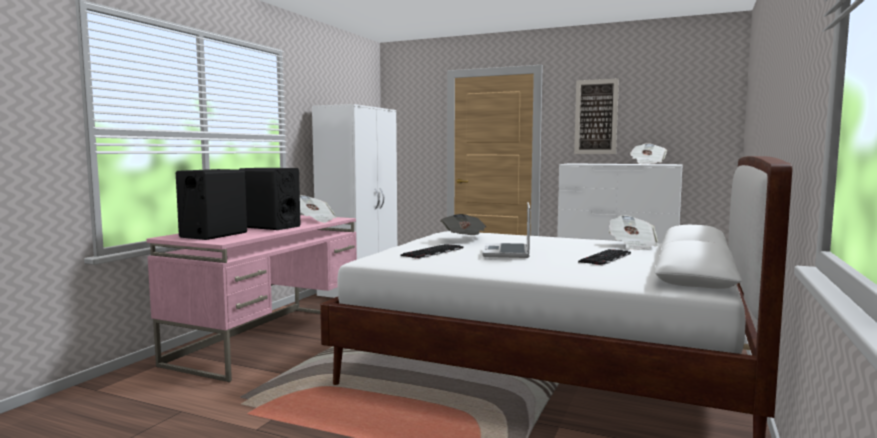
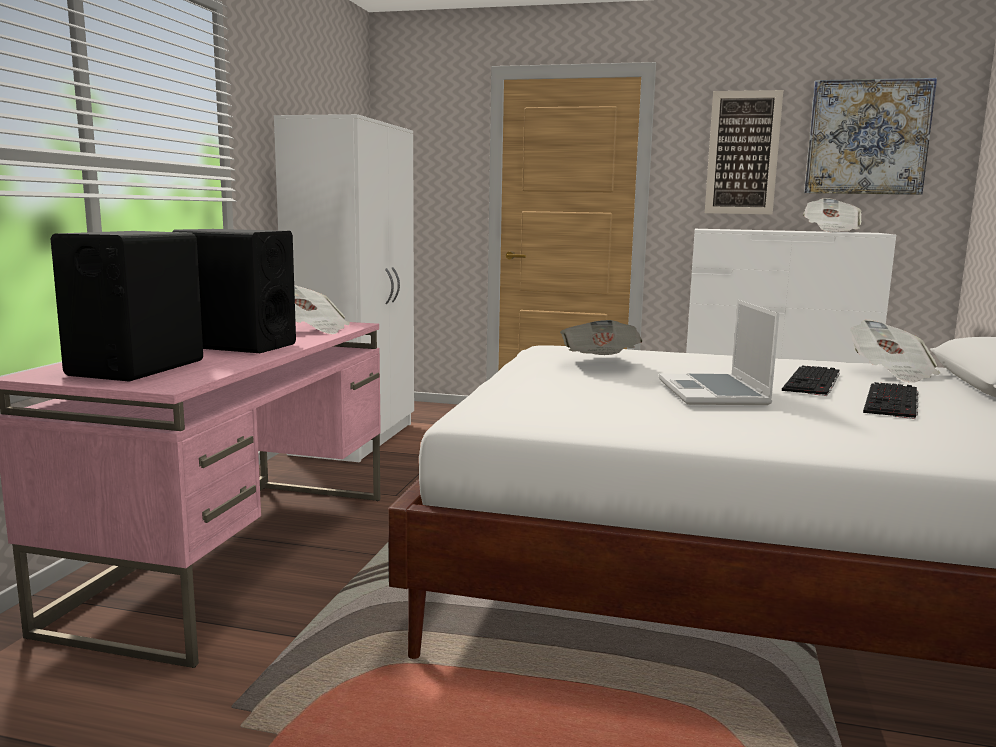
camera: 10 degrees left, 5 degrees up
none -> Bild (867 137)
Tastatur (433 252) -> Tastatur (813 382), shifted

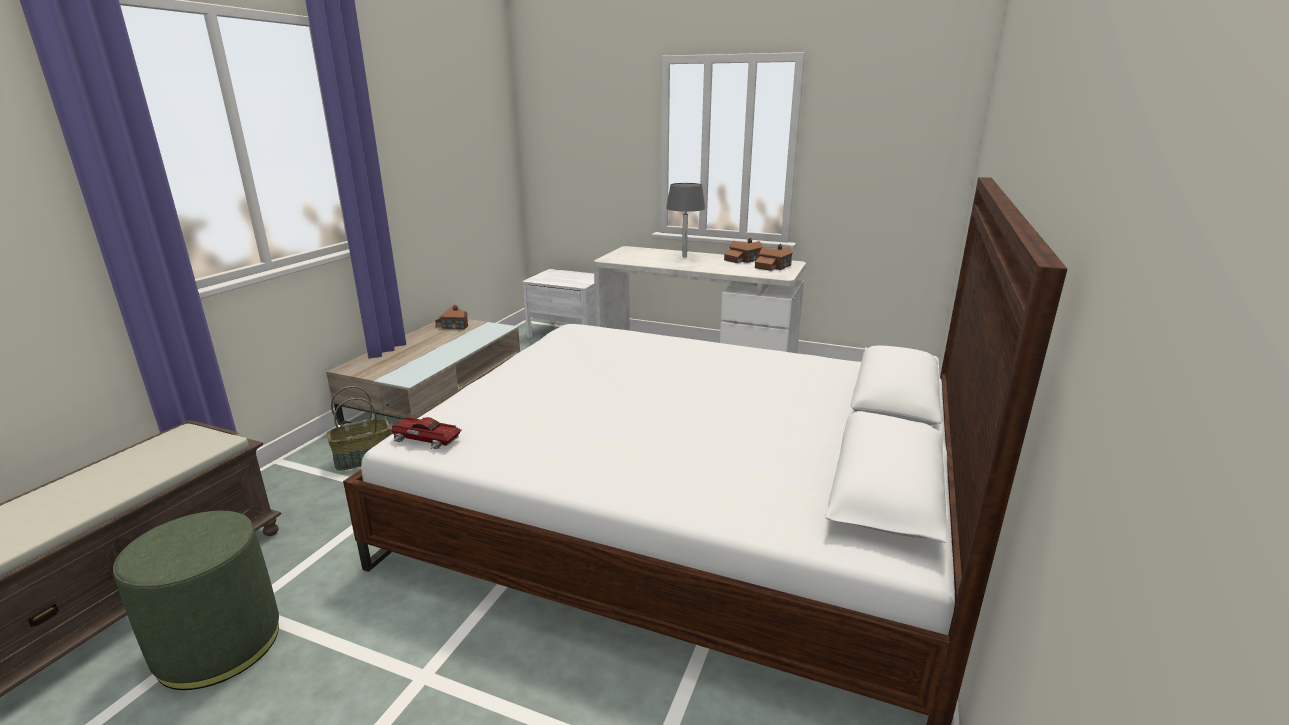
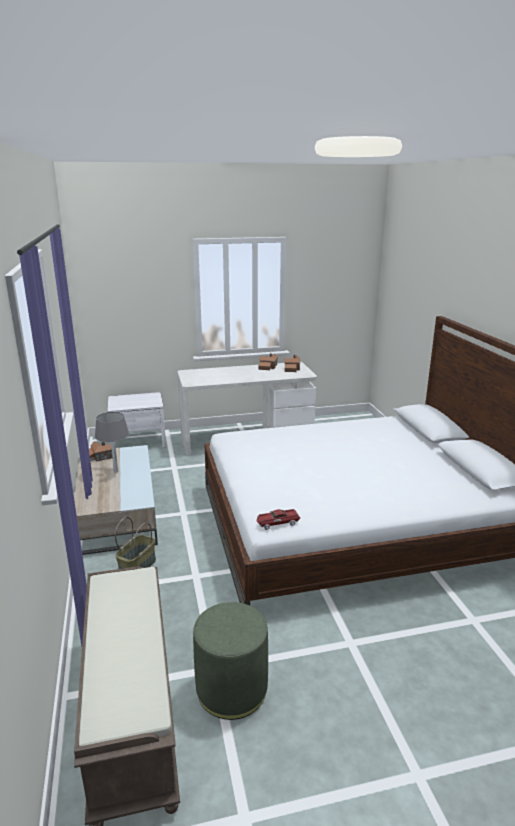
camera: 35 degrees left, 0 degrees up
Tischlampe/grau (684 256) -> Tischlampe/grau (116 471), shifted

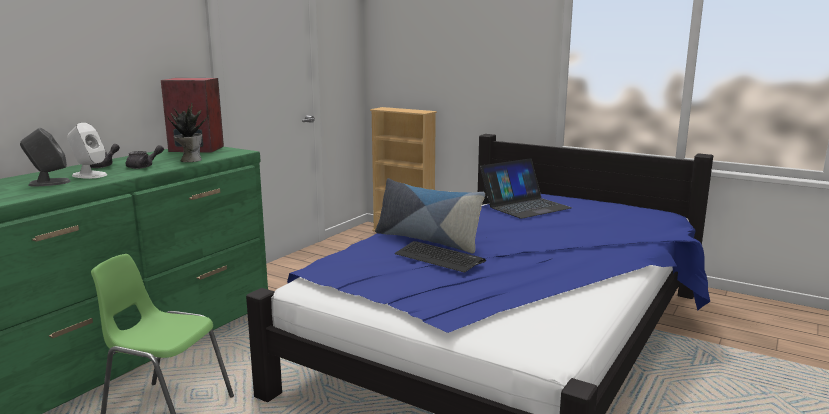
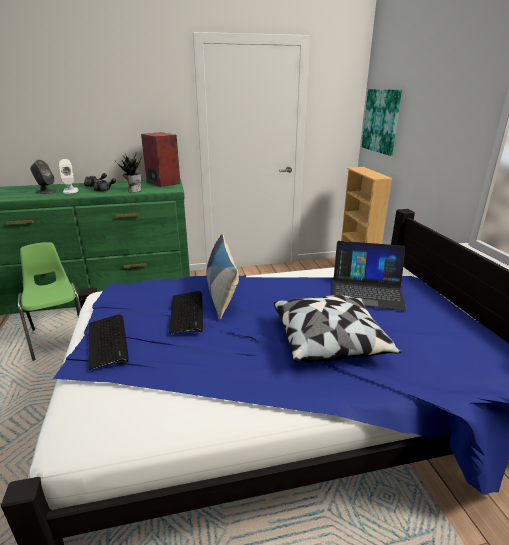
camera: 45 degrees right, 10 degrees up
none -> Tastatur (108 341)
none -> Kissen (330 341)
none -> Bild (381 121)

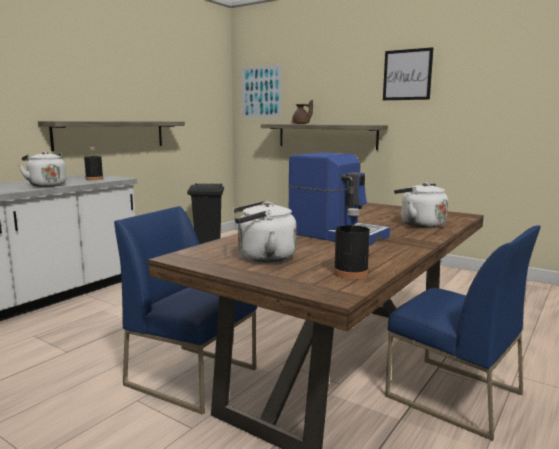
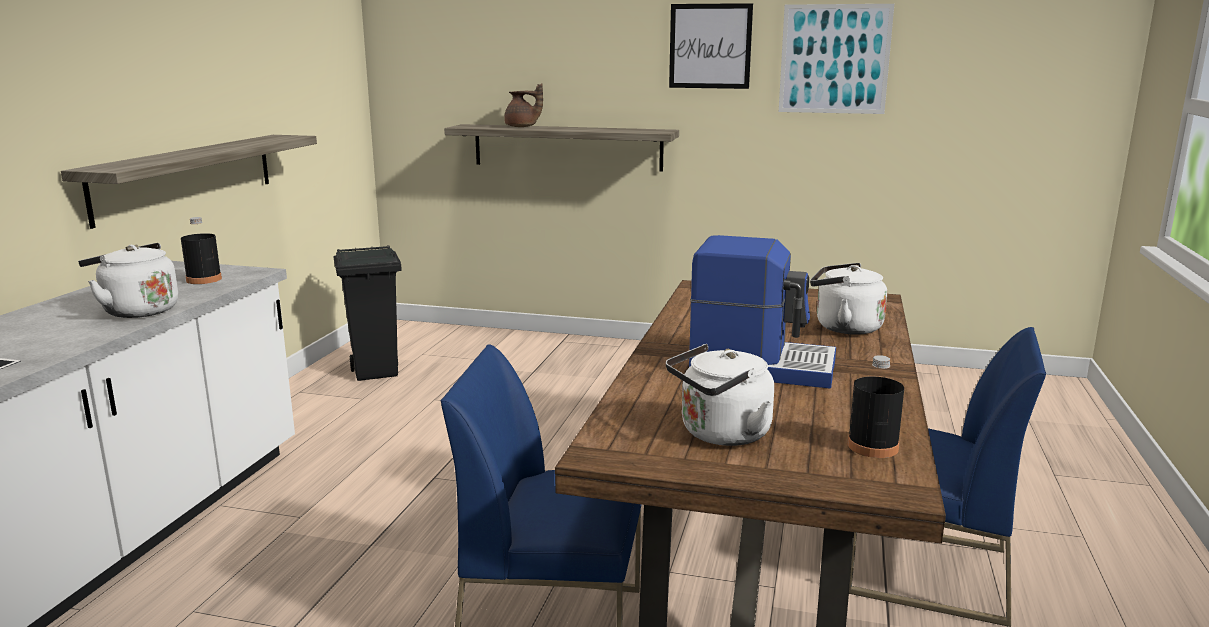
camera: 20 degrees left, 5 degrees up
Bild (261 92) -> Bild (834 59), shifted

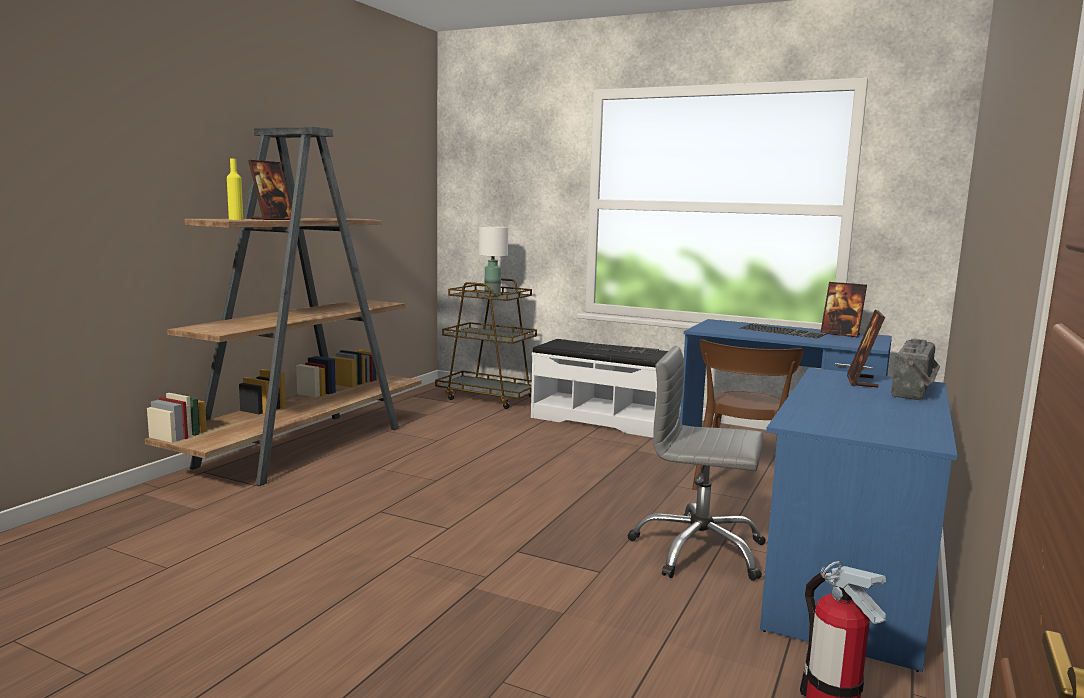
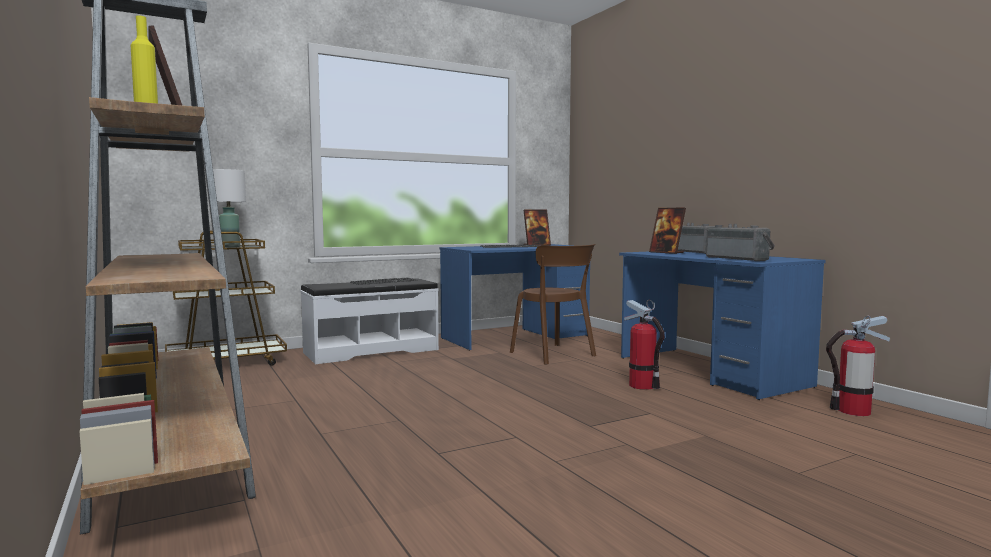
camera: 55 degrees left, 5 degrees down
none -> Radio (739 259)
Bürostuhl/grau (699 551) -> Feuerlöscher (642 386)

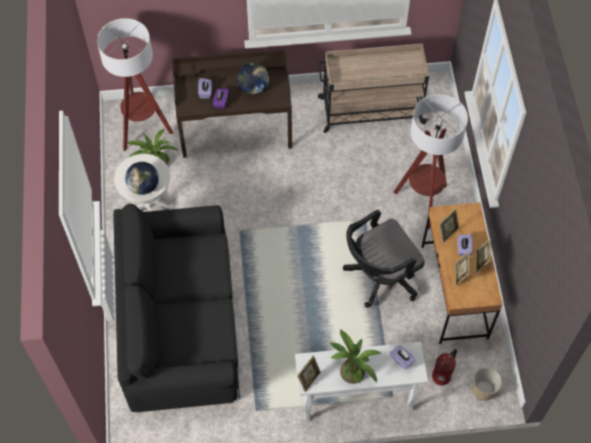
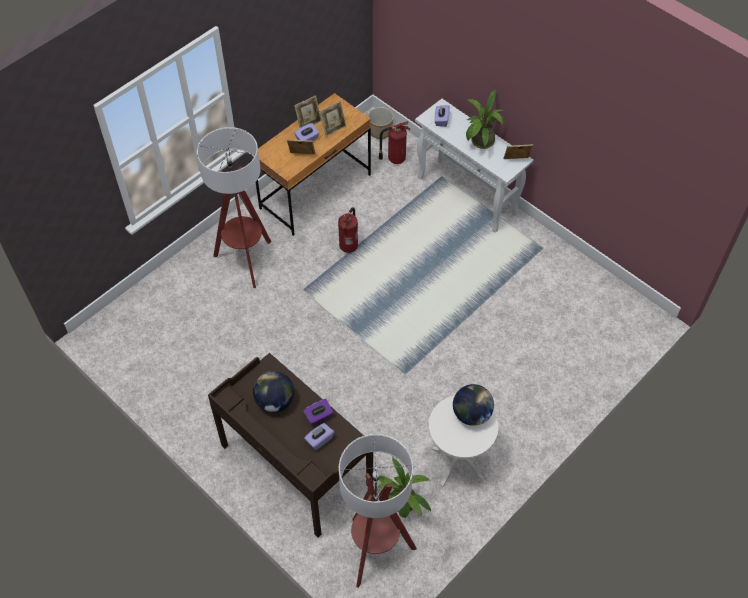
camera: 130 degrees left, 5 degrees down
Sofa/schwarz (181 322) -> none
Rollwagen/beige (370 110) -> none
Bürostuhl/schwarz (379 277) -> Feuerlöscher (349 245)

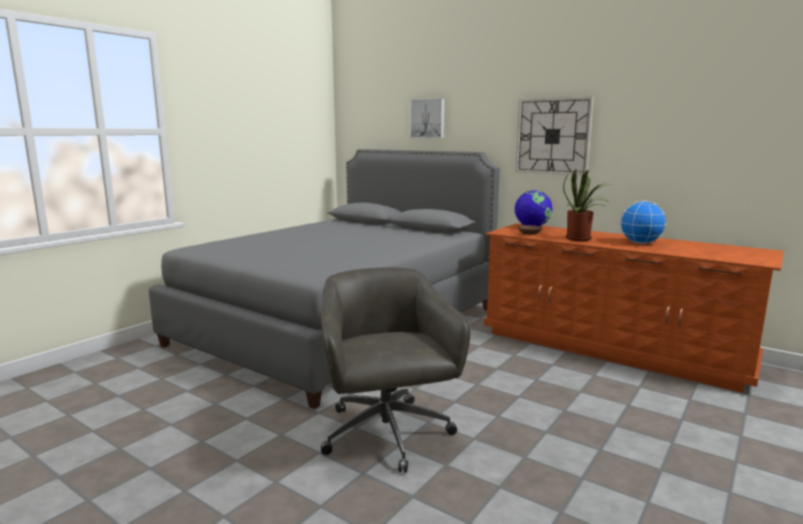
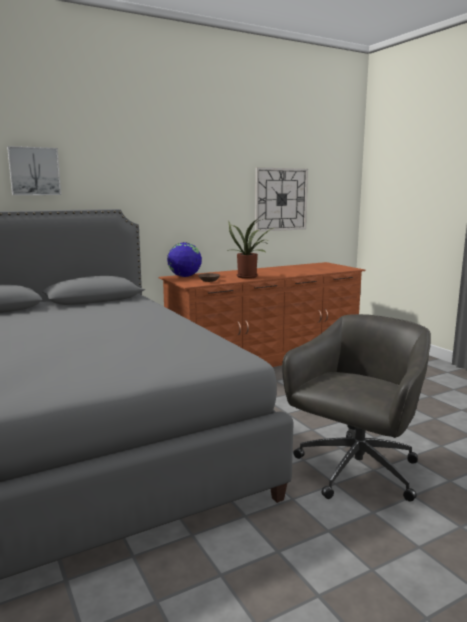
camera: 65 degrees left, 0 degrees up
Globus (640 243) -> none
Wanduhr (553 136) -> Wanduhr (281 199), shifted
Bürostuhl/grau (387 435) -> Bürostuhl/grau (355 471), 120 degrees clockwise

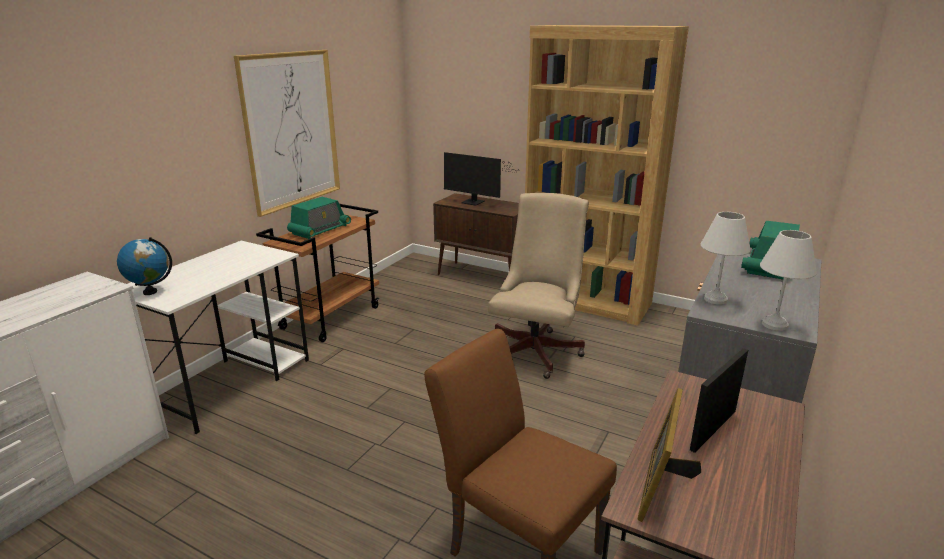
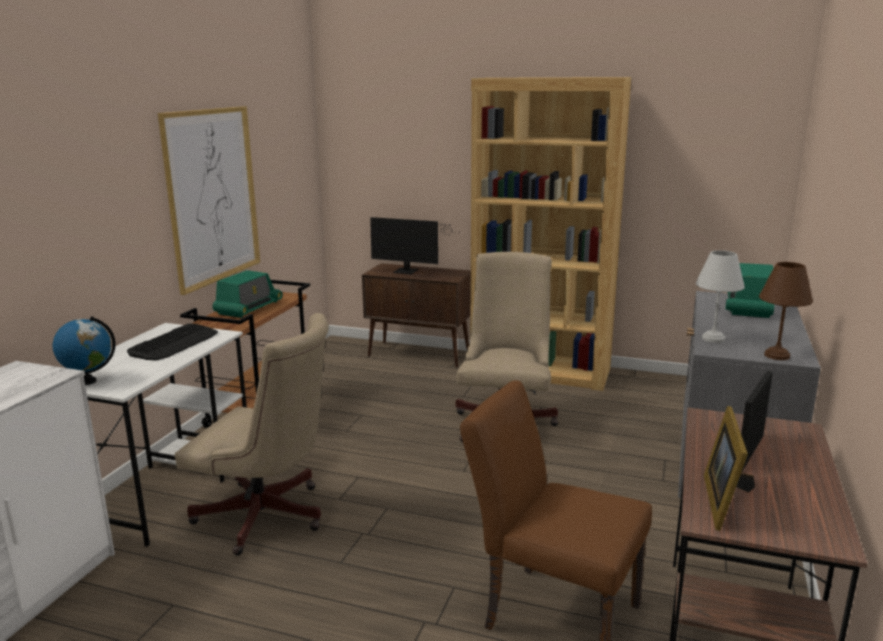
camera: 10 degrees left, 5 degrees down
none -> Tastatur (174 343)
none -> Bürostuhl/beige (268 518)
Tischlampe/weiß (773 324) -> Tischlampe/braun (775 355)

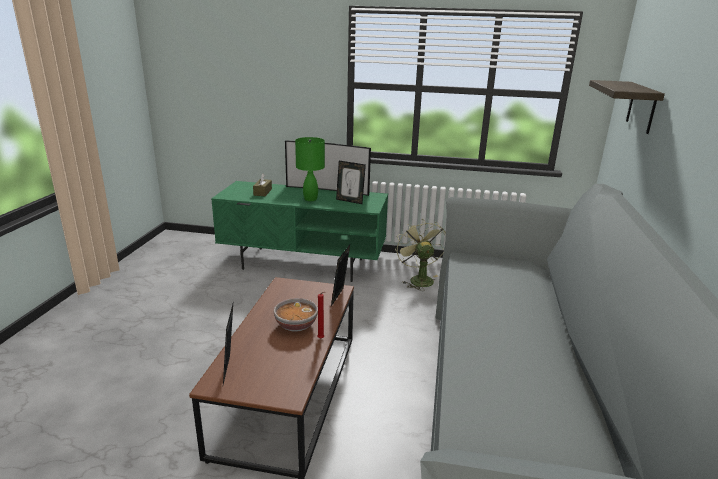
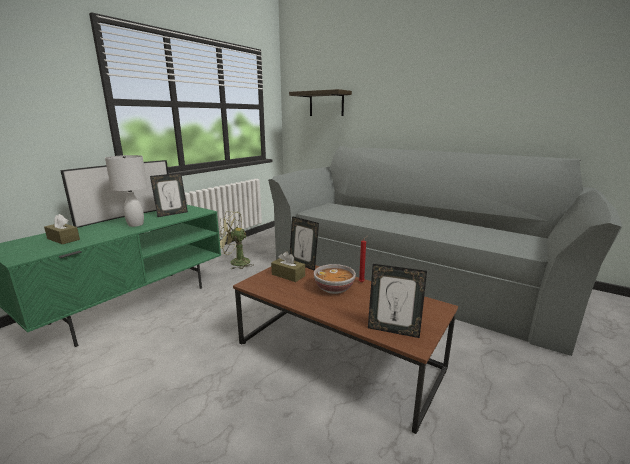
camera: 65 degrees left, 5 degrees down
none -> Taschentuchbox/braun (288 275)
Tischlampe/grün (311 199) -> Tischlampe/weiß (135 224)

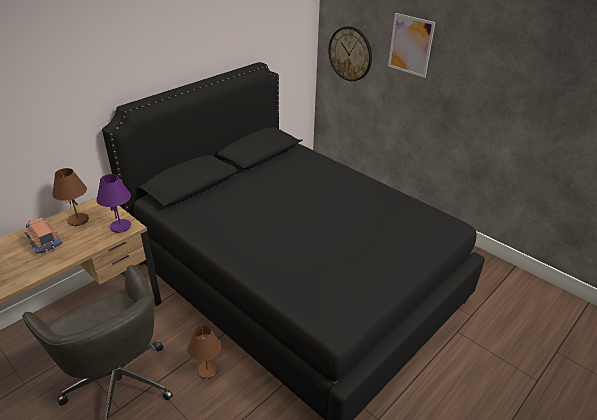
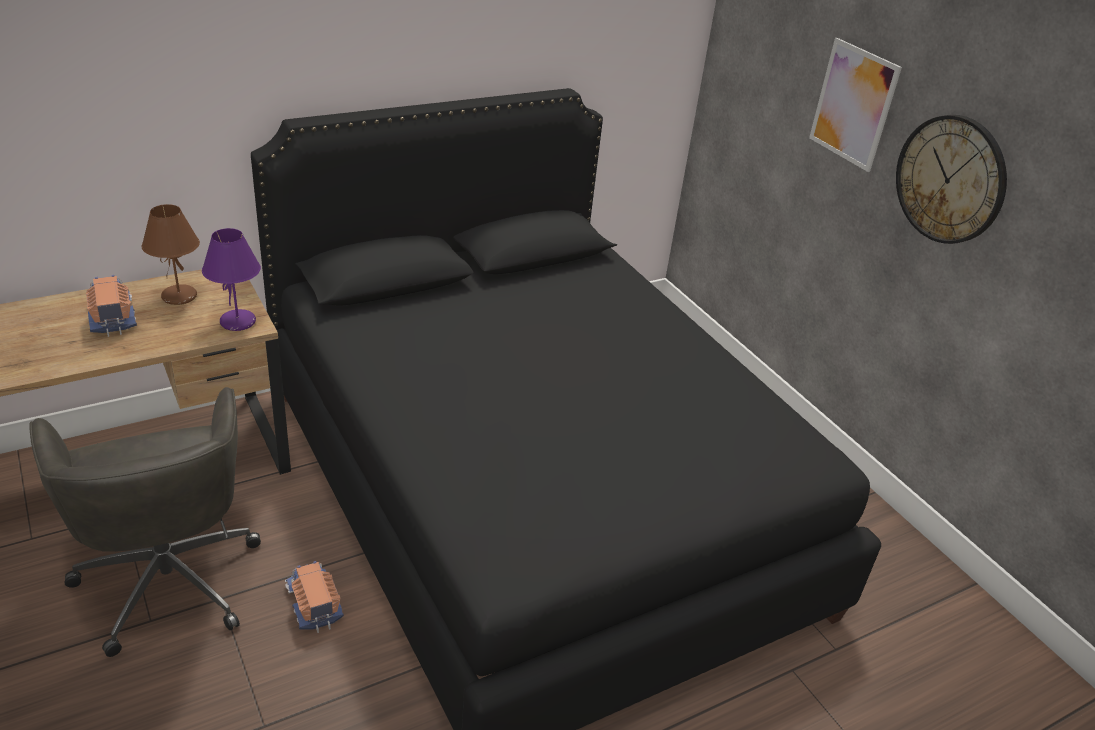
camera: 15 degrees right, 0 degrees up
Wanduhr (350 54) -> Wanduhr (950 179), shifted
Tischlampe/braun (207 371) -> Spielzeuglaster (313 603)

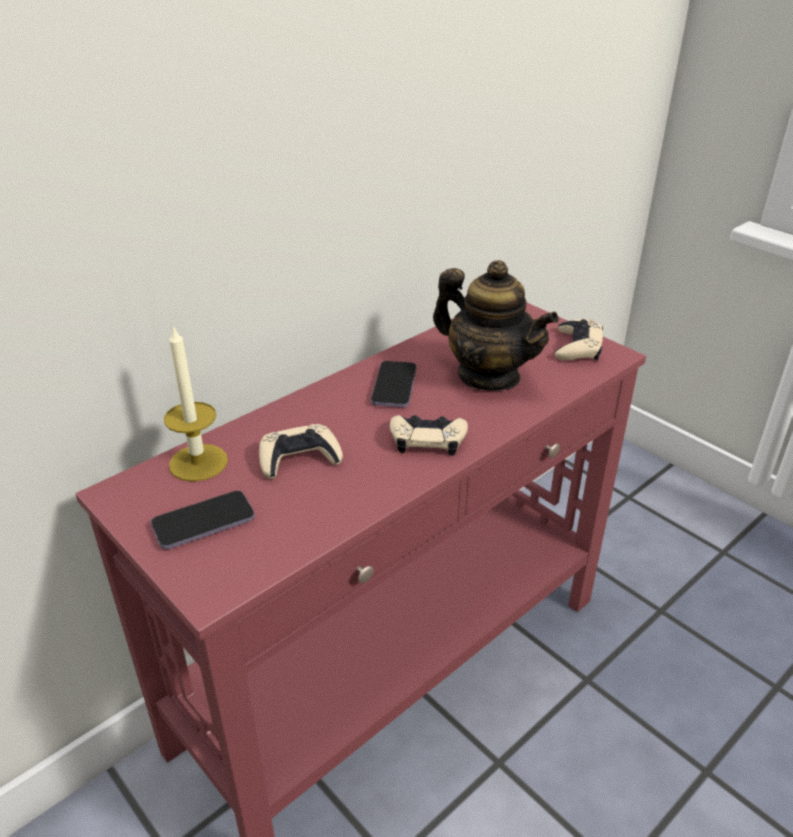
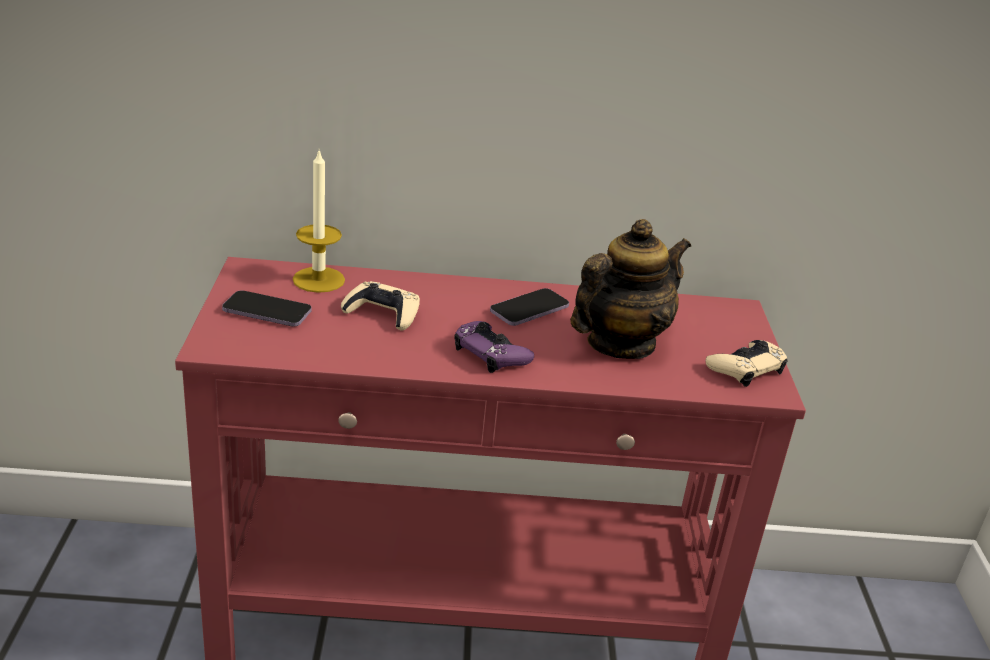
camera: 40 degrees right, 5 degrees down
Gamepad/beige (427 439) -> Gamepad/lila (491 353)
Teekanne (488 376) -> Teekanne (620 344), 120 degrees counterclockwise

